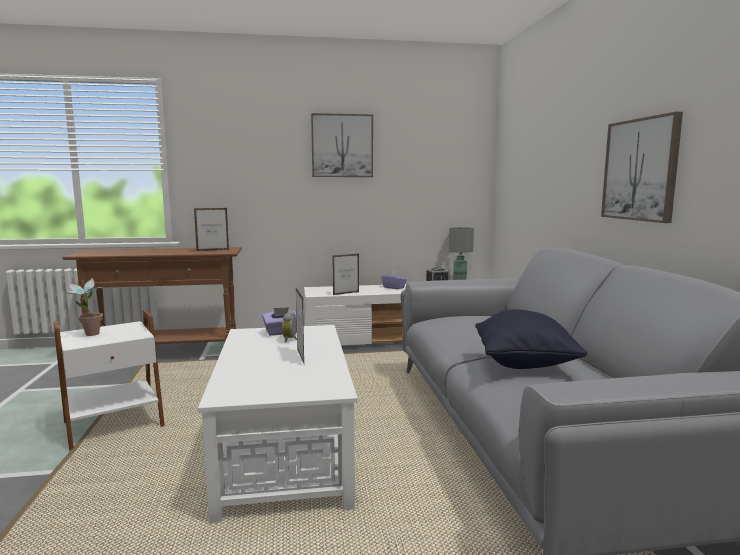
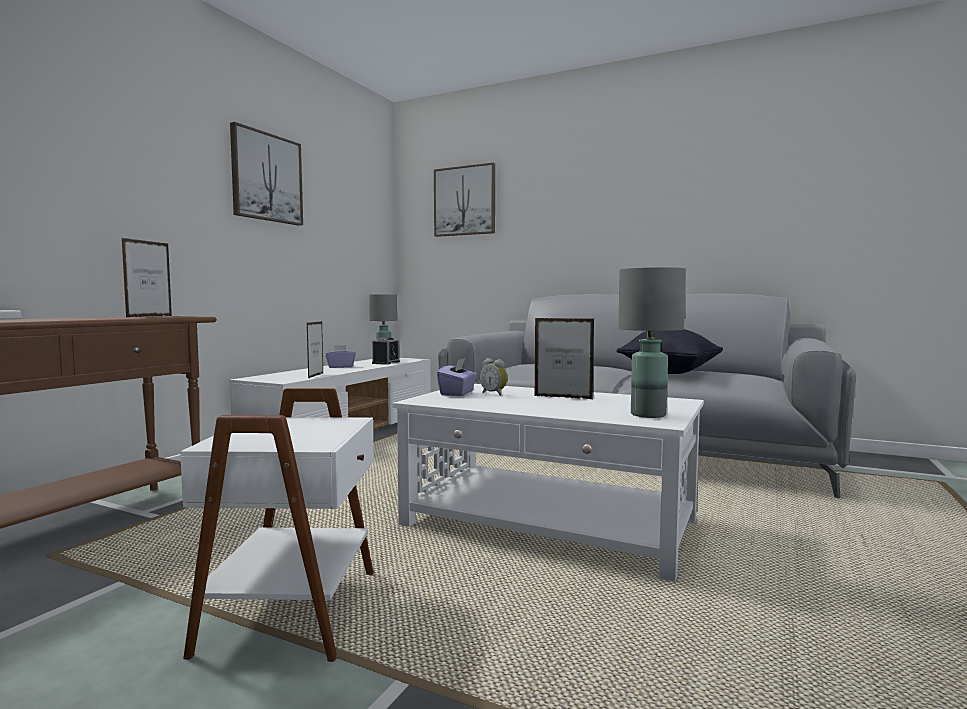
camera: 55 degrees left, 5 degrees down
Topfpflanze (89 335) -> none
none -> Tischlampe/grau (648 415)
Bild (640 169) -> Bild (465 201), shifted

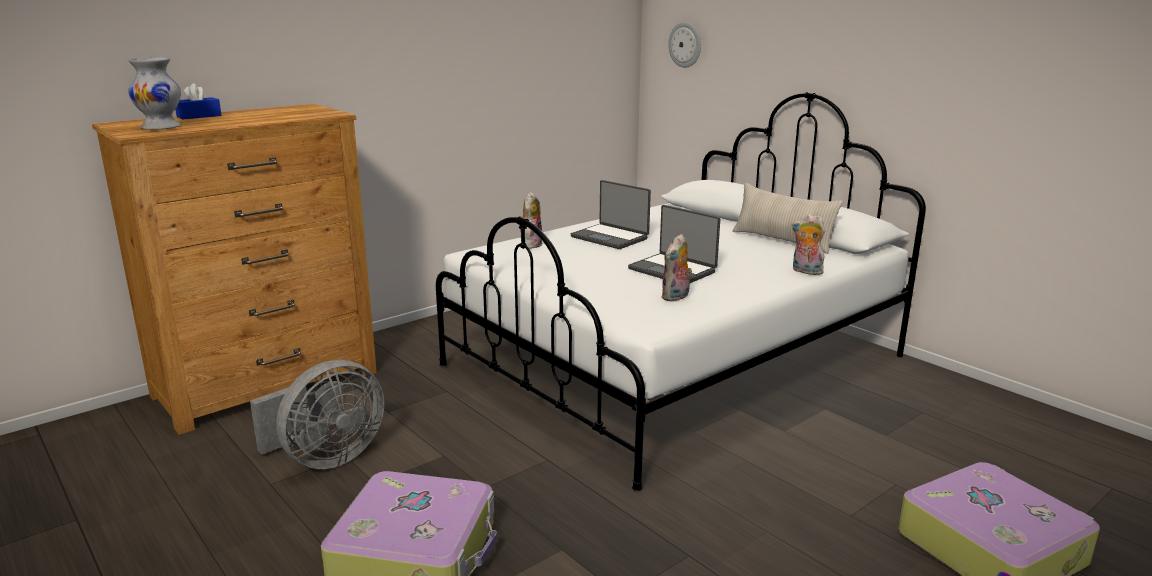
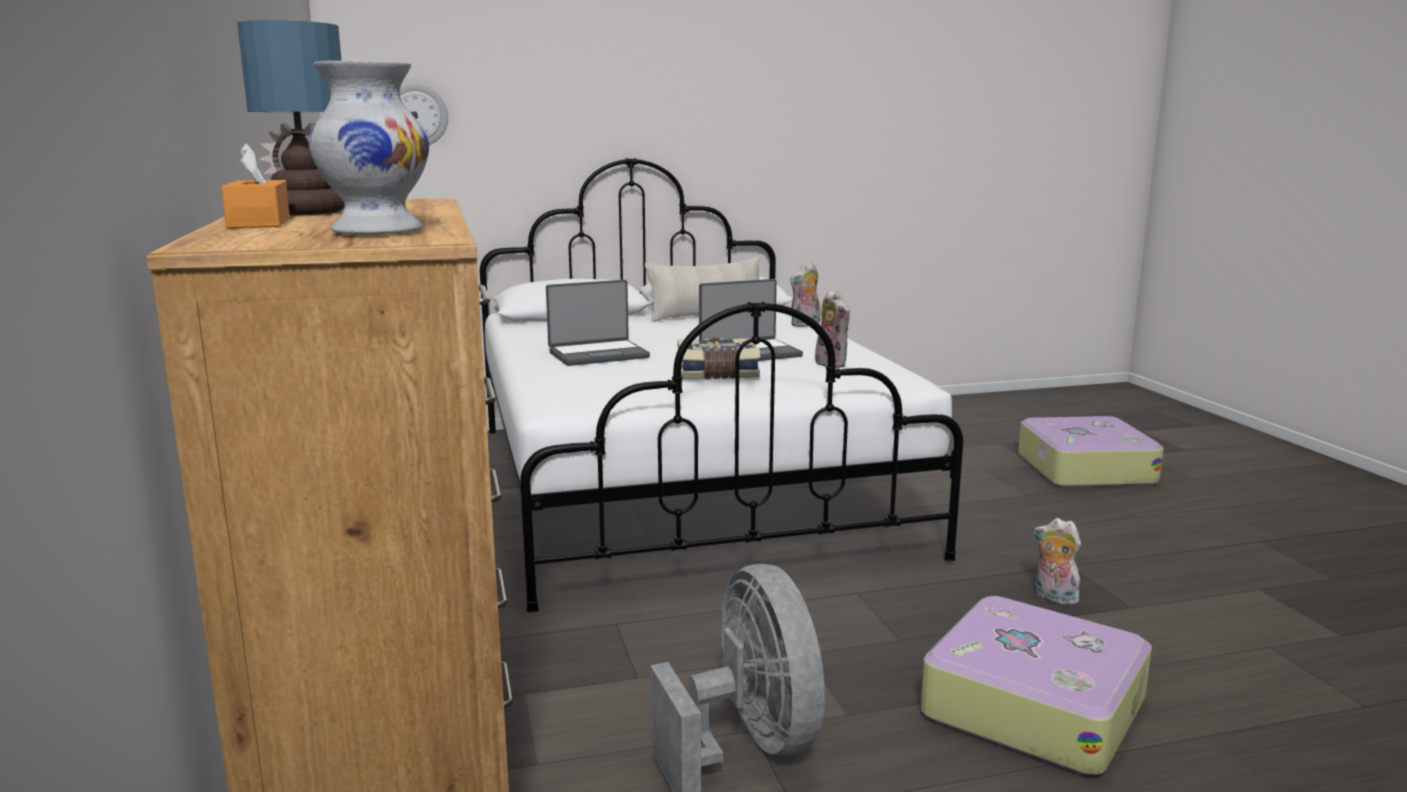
camera: 65 degrees left, 5 degrees down
none -> Tischlampe (309 212)
none -> Buch (718 374)
Plüschtier (530 244) -> Plüschtier (1053 597), shifted
Taschentuchbox/blau (199 116) -> Taschentuchbox/orange (259 223)

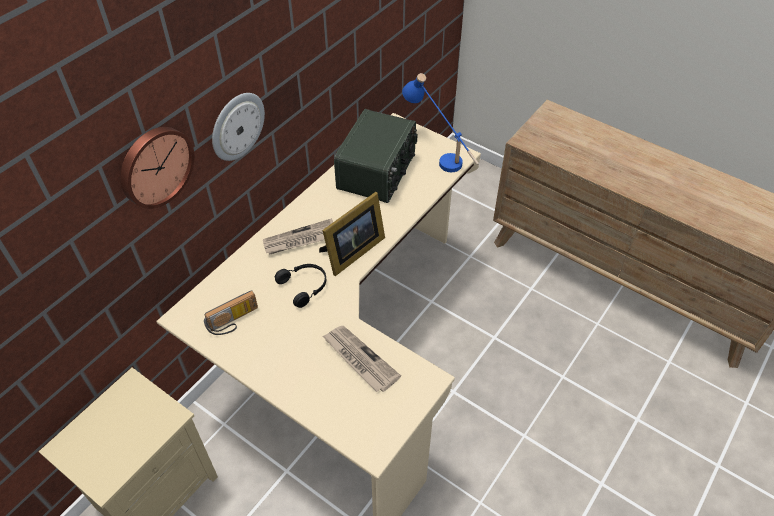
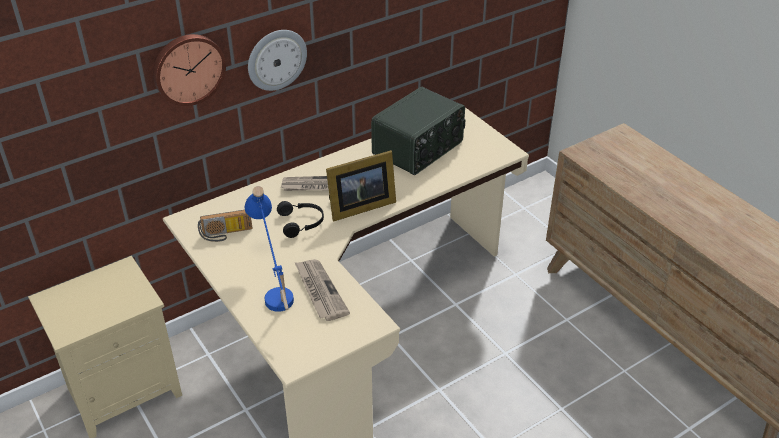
camera: 20 degrees right, 10 degrees down
Tischlampe/blau (439 155) -> Tischlampe/blau (274 286), shifted

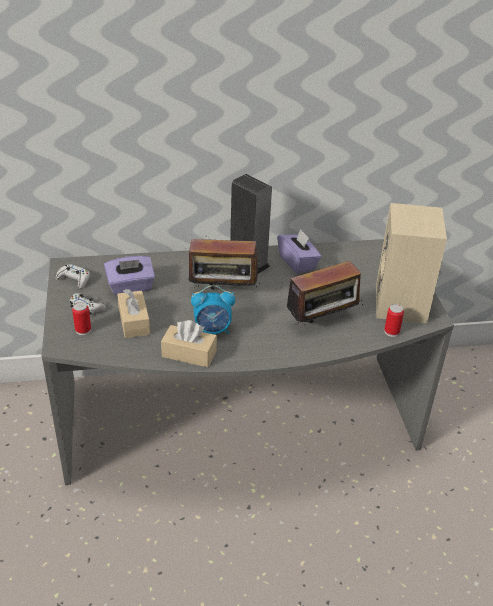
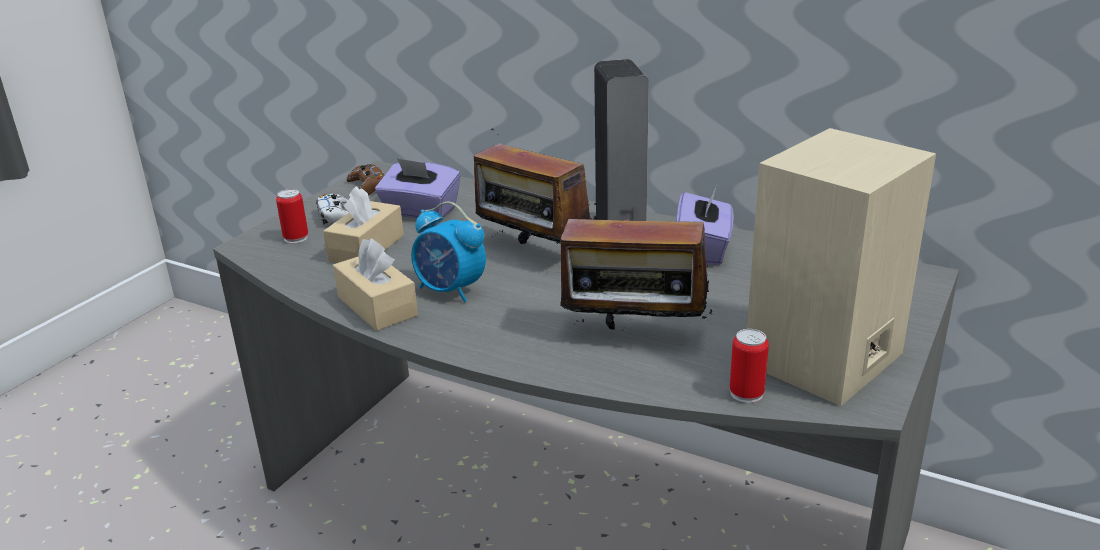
camera: 40 degrees right, 10 degrees down
Gamepad/weiß (74 279) -> Gamepad/braun (368 187)

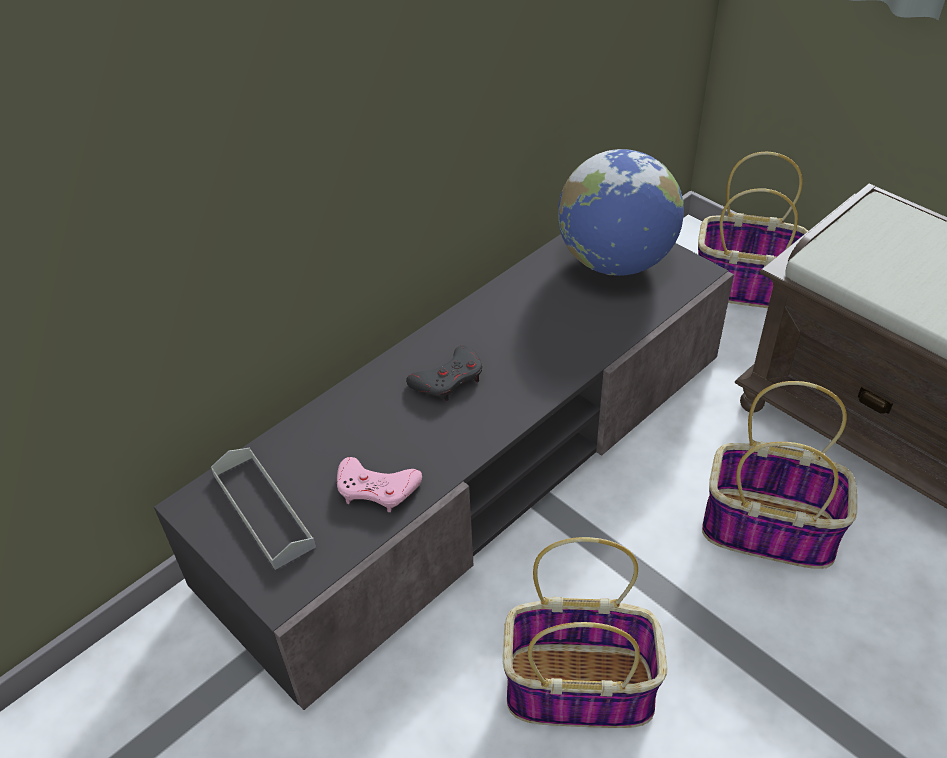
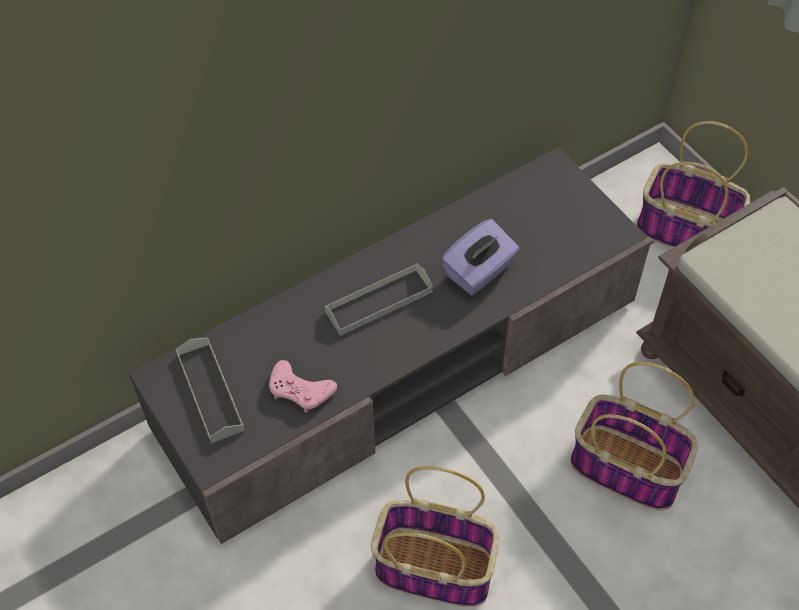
camera: 10 degrees right, 10 degrees up
Globus (615 262) -> none
none -> Taschentuchbox/lila (479 272)
Gamepad/grau (448 379) -> Tablett/grau (379 301)

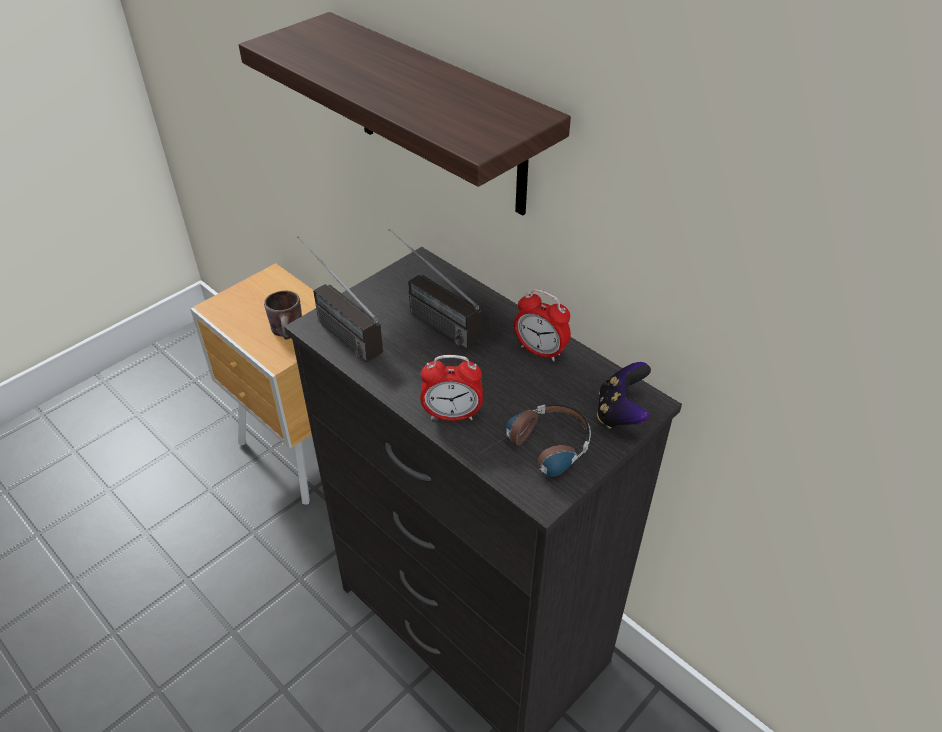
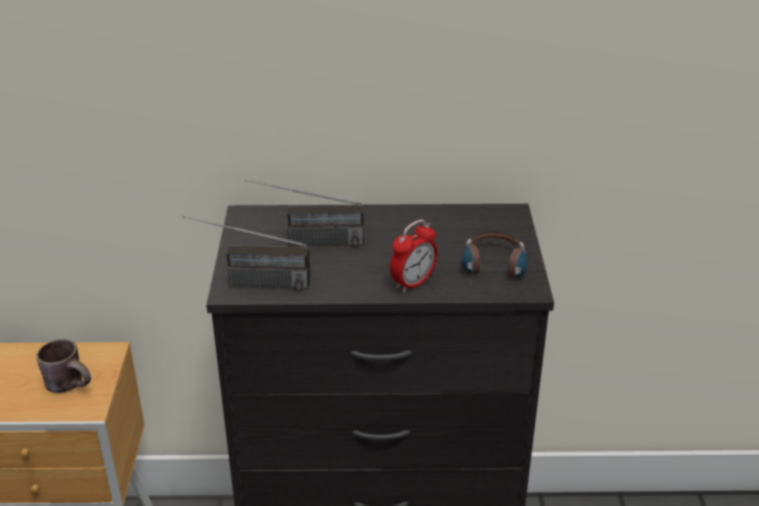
camera: 45 degrees left, 10 degrees down
Wandregal (439 116) -> none
Wecker (540 351) -> none
Gamepad (620 413) -> none

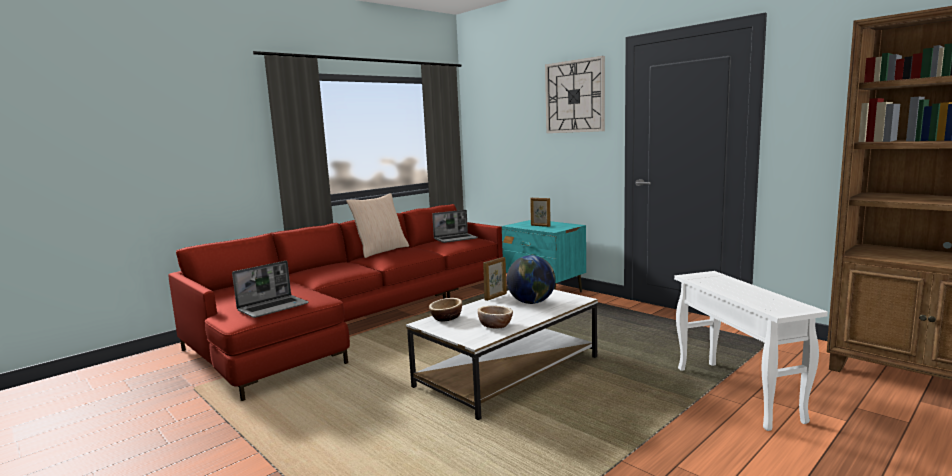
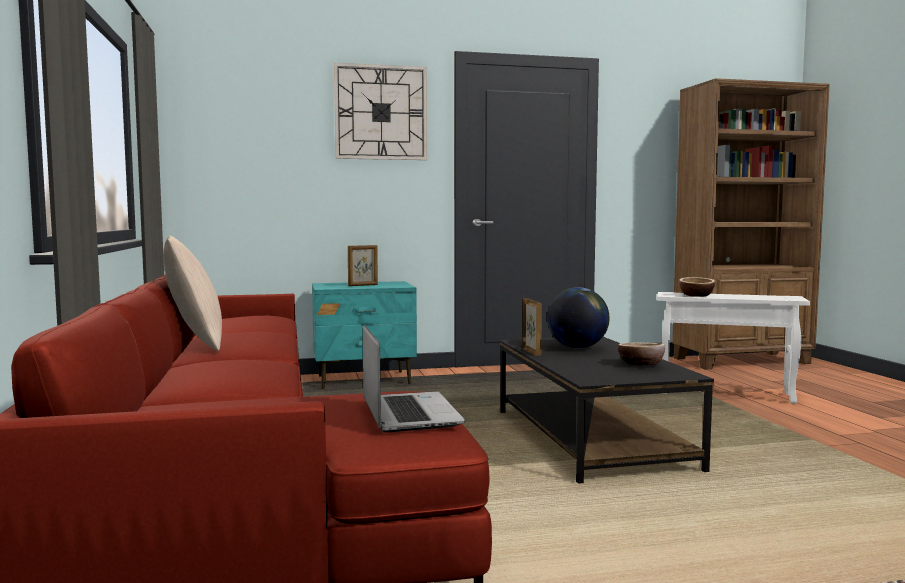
camera: 60 degrees left, 5 degrees down
Laptop (456 239) -> none
Schüssel (446 318) -> Schüssel (696 295), shifted
Couchtisch/weiß (509 371) -> Couchtisch/schwarz (589 438)

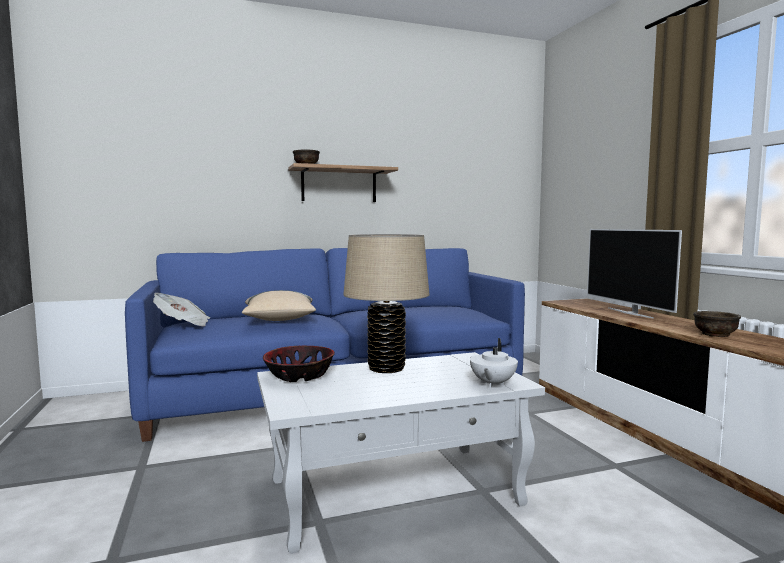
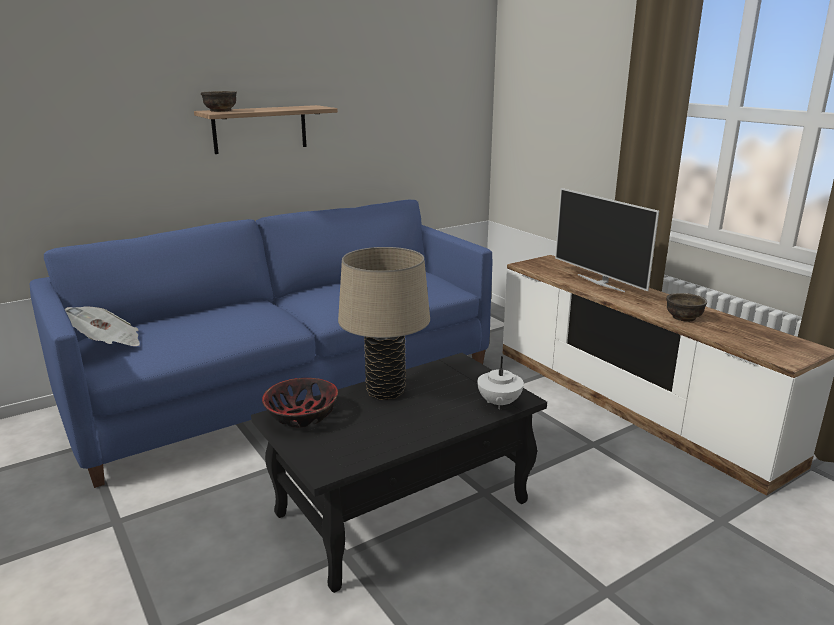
camera: 15 degrees left, 15 degrees up
Kissen/beige (279 320) -> none
Couchtisch/weiß (396 491) -> Couchtisch/schwarz (404 507)

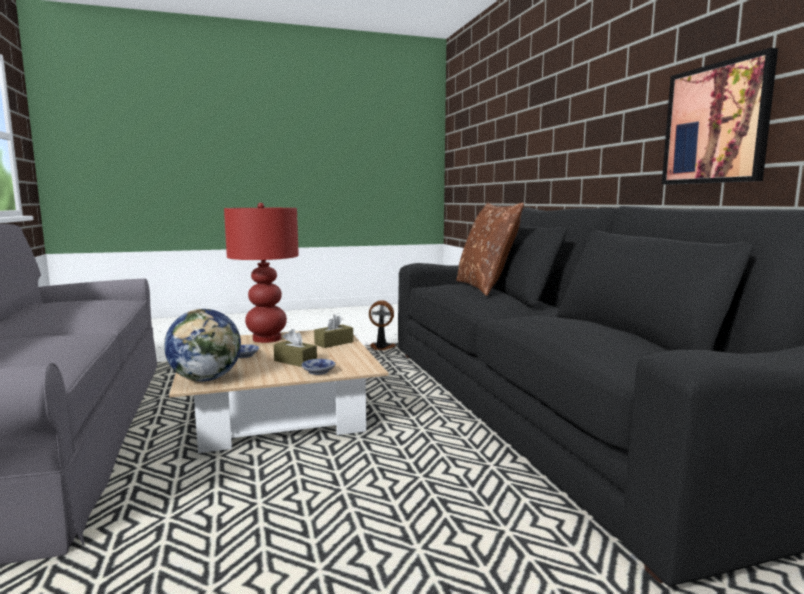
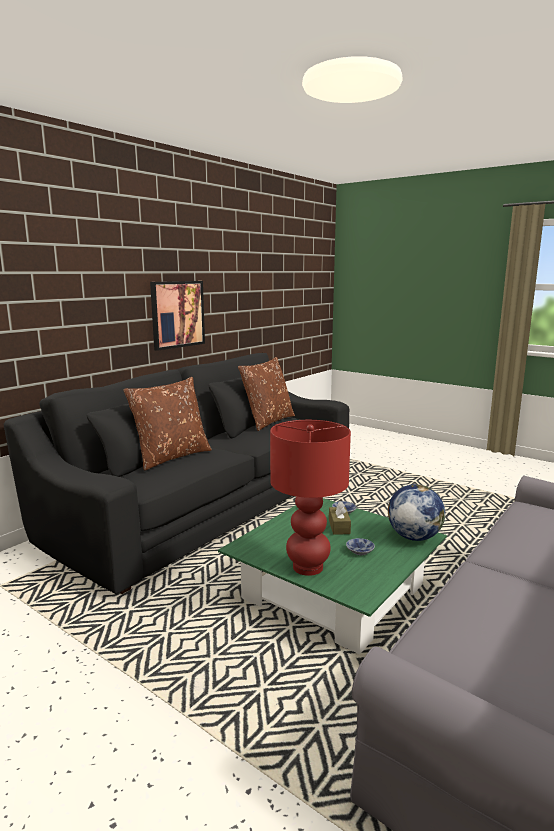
camera: 125 degrees left, 5 degrees up
Taschentuchbox/braun (334 343) -> none
Ventilator (381 348) -> none
none -> Kissen/braun (267 421)
Couchtisch/beige (278 412) -> Couchtisch/grün (334 592)

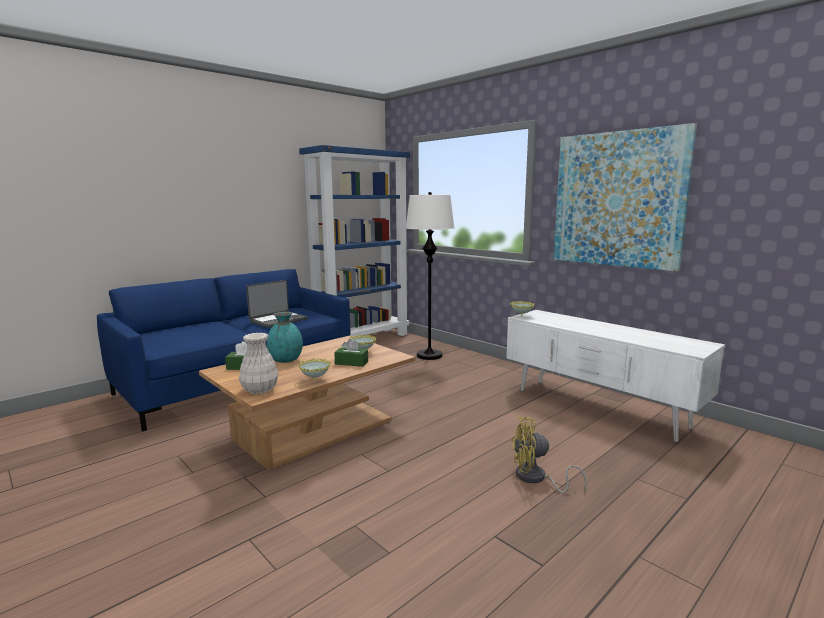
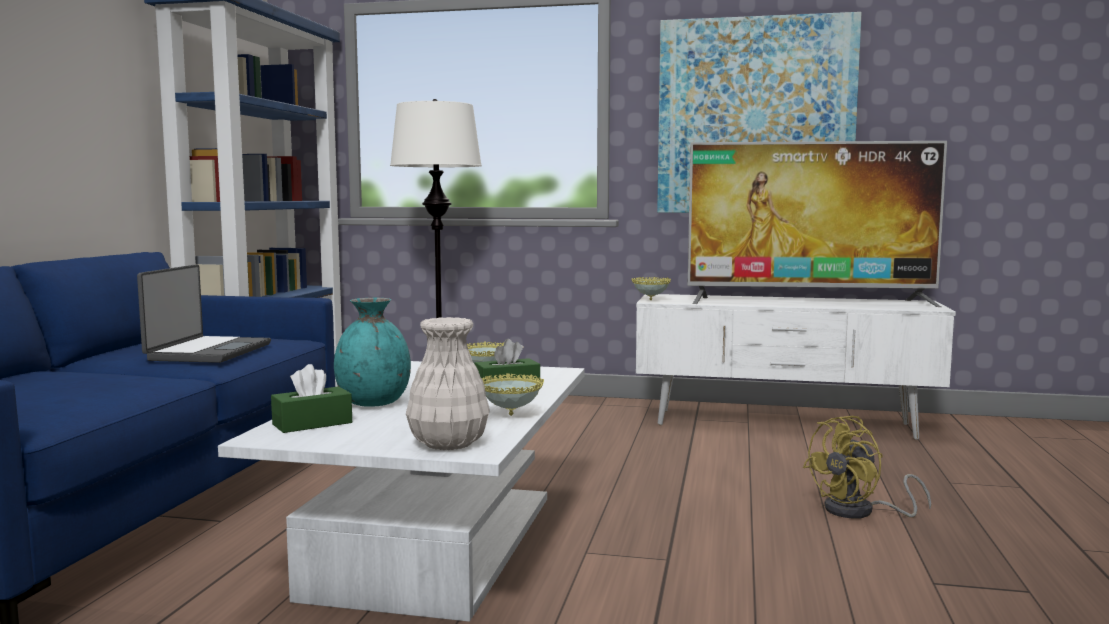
camera: 35 degrees left, 5 degrees down
none -> Fernseher (810 301)
Couchtisch/braun (314 429) -> Couchtisch/weiß (437 543)

